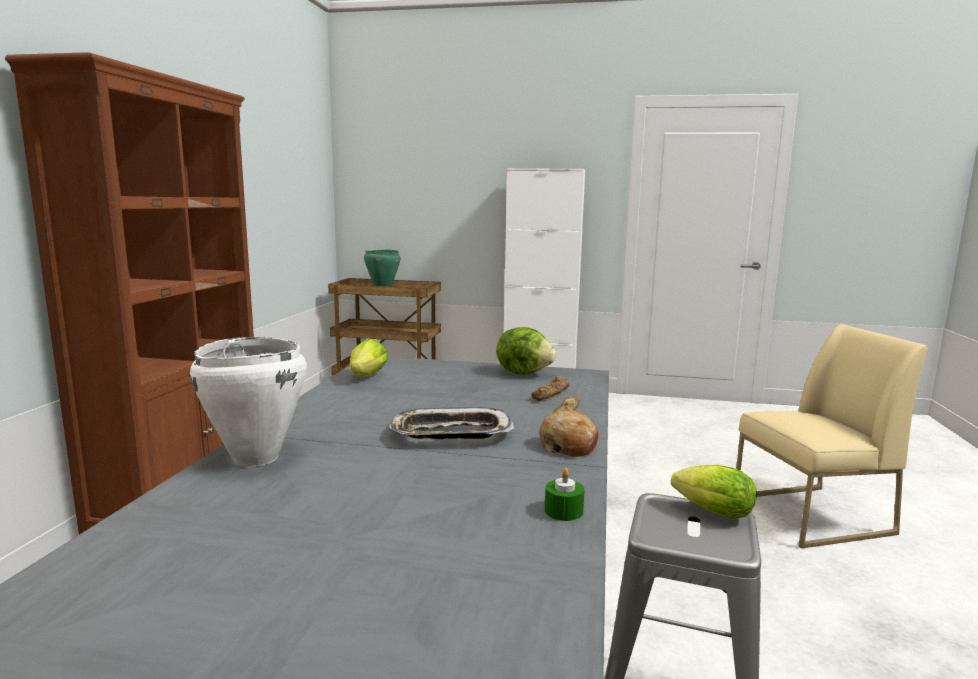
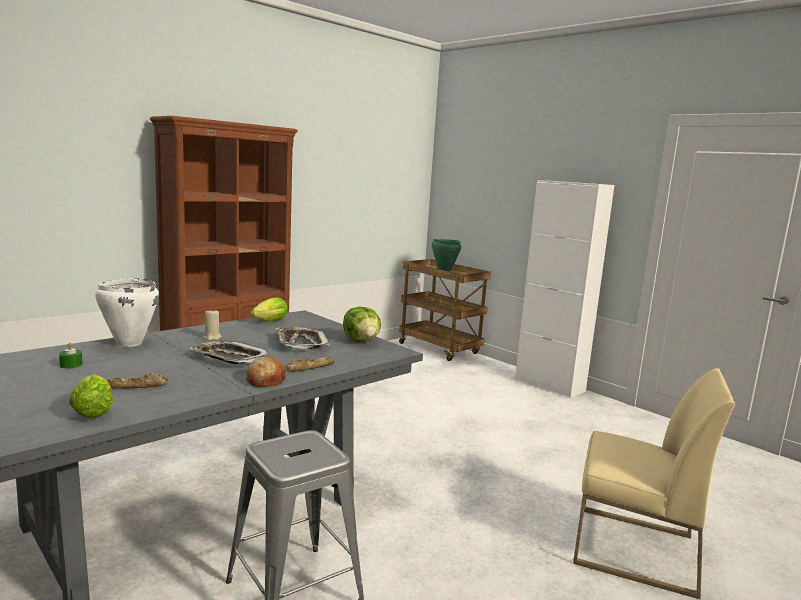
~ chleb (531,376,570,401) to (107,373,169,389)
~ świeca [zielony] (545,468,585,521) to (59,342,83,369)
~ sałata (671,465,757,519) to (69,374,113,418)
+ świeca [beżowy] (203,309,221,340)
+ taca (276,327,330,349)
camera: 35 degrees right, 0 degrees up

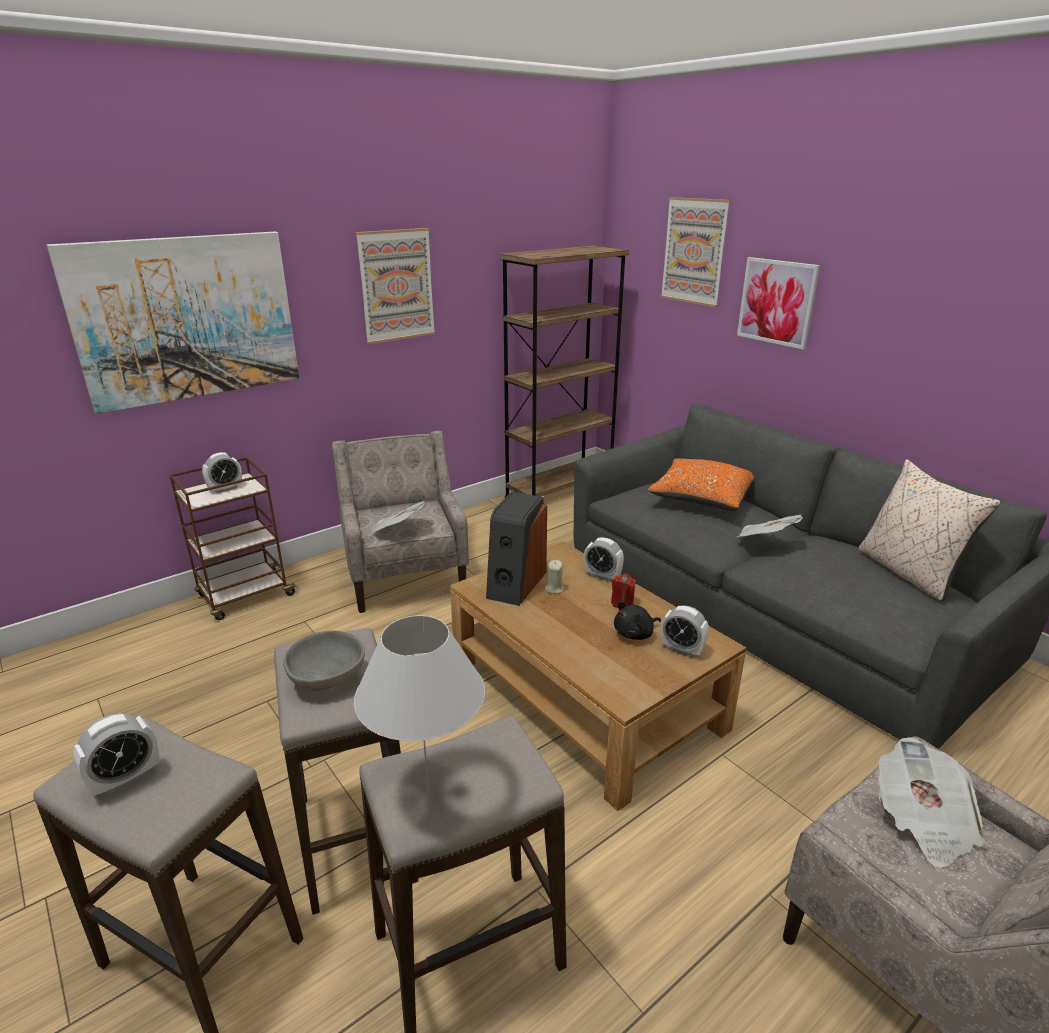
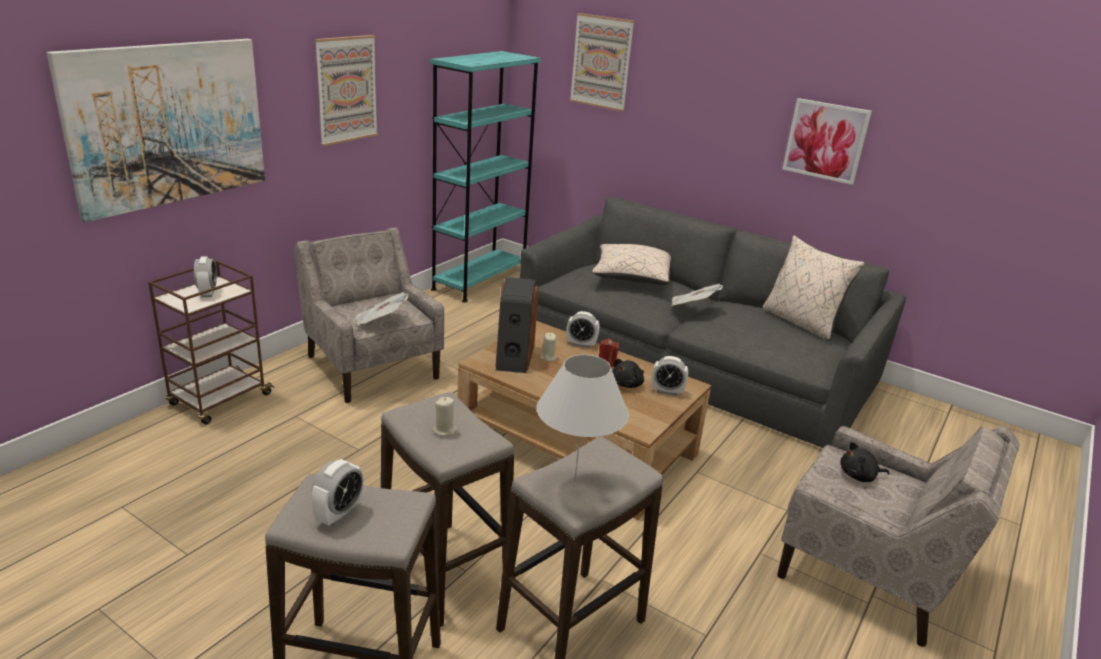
~ budzik (202,452,242,494) = (194,256,217,297) 45 degrees counterclockwise
~ miska [szary] (283,631,365,691) to świeca [beżowy] (433,397,458,436)
~ regał [brązowy] (499,246,629,497) to regał [turkusowy] (430,51,541,303)
~ poduszka [pomarańczowy] (648,458,754,511) to poduszka [beżowy] (592,244,671,285)
~ obraz (737,257,820,349) to (782,98,872,185)
~ gazeta (878,737,985,868) to pluszak [czarny] (840,442,889,482)
camera: 20 degrees left, 0 degrees up

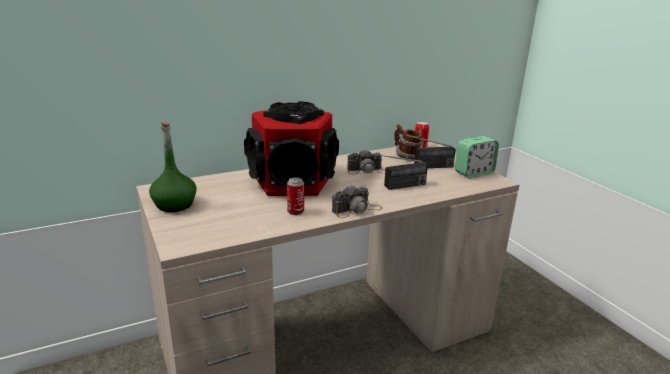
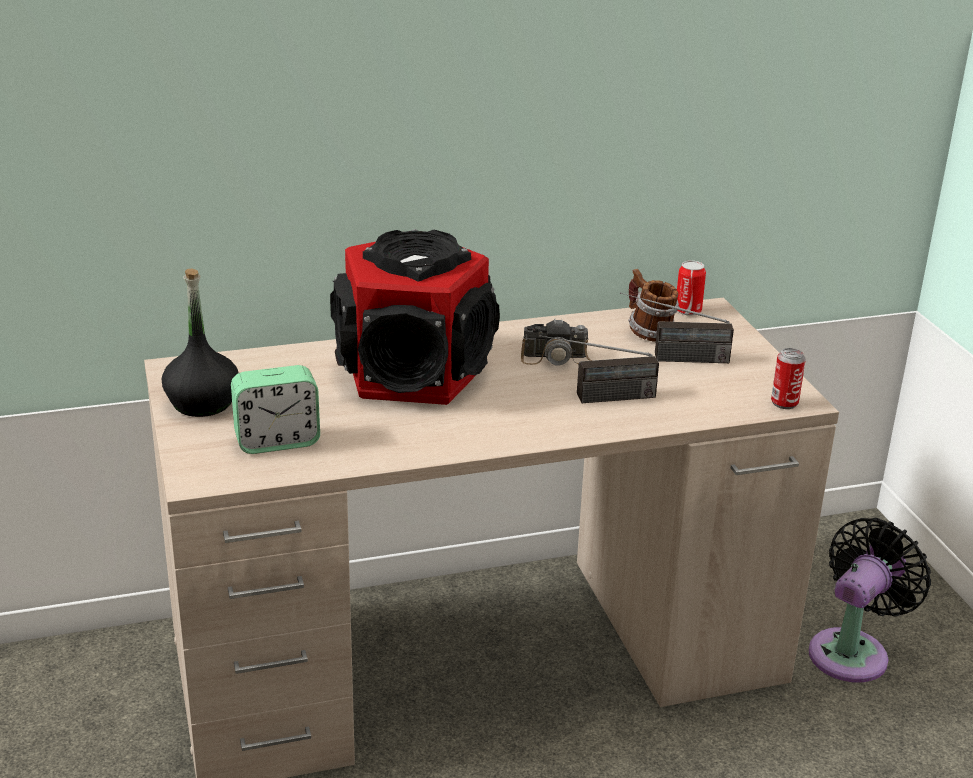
~ butelka [zielony] (149,122,197,212) to butelka [czarny] (162,268,238,417)
~ puszka (287,177,304,215) to (771,348,806,409)
- aparat fotograficzny (332,185,383,218)
~ budzik (455,136,499,178) to (231,365,320,454)
+ wentylator [czarny] (808,518,931,683)
camera: 10 degrees right, 5 degrees up

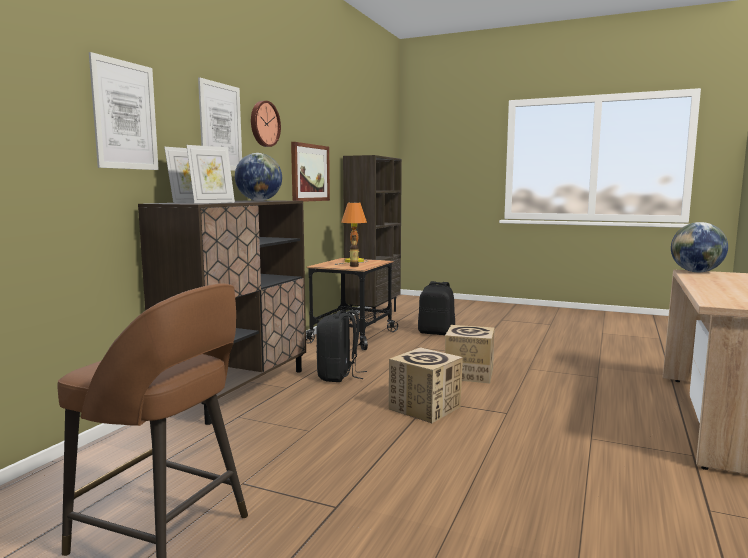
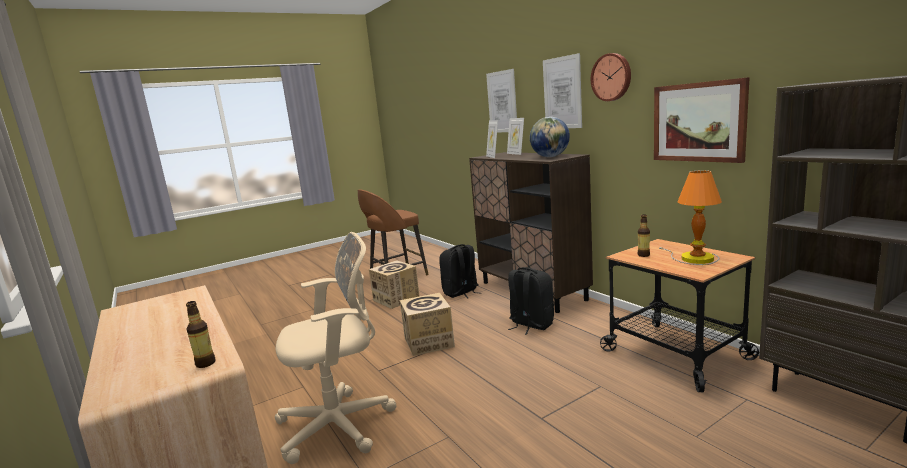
~ plecak [czarny] (418,281,455,335) to (439,244,481,299)
~ karton (445,325,495,383) to (369,260,419,309)
~ globus (671,222,728,272) to butelka (186,301,215,368)
+ krzesło biurowe [beżowy] (275,232,396,464)
camera: 125 degrees right, 5 degrees up

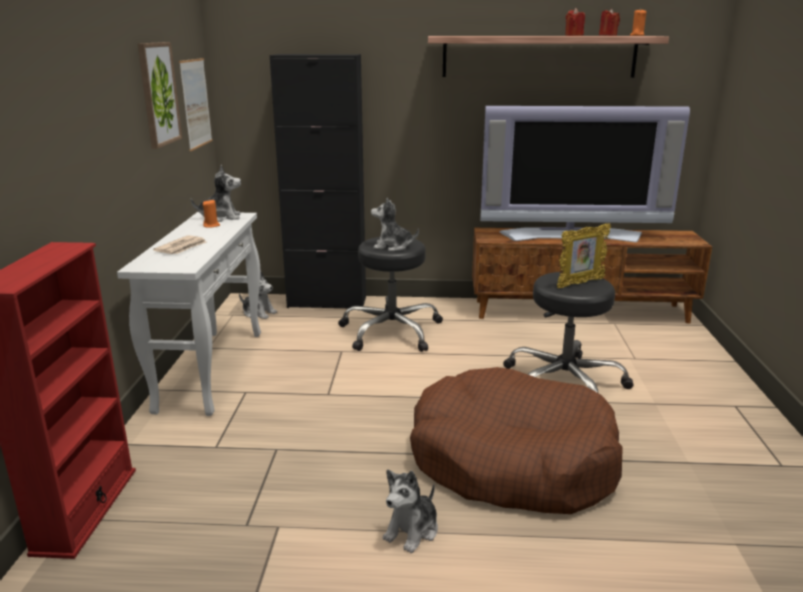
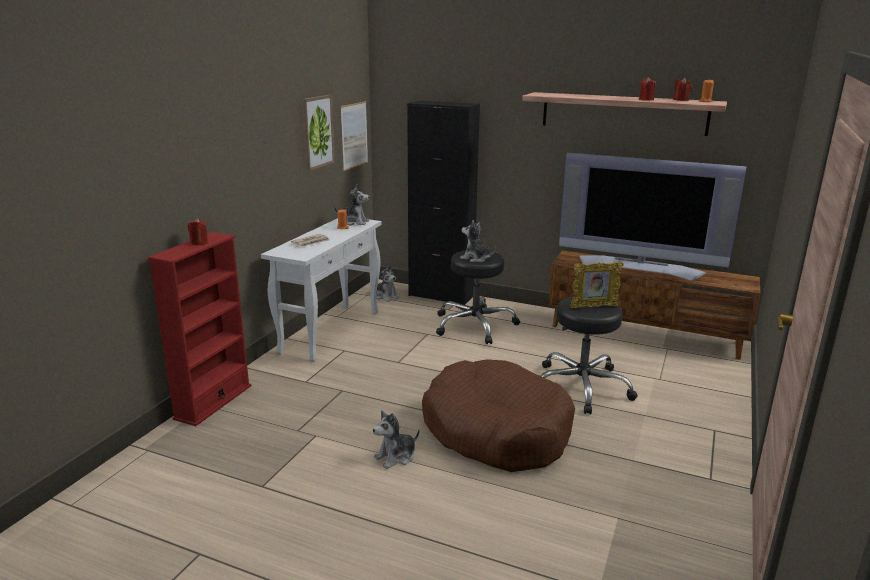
+ świeca [czerwony] (188,218,208,245)
camera: 20 degrees right, 0 degrees up

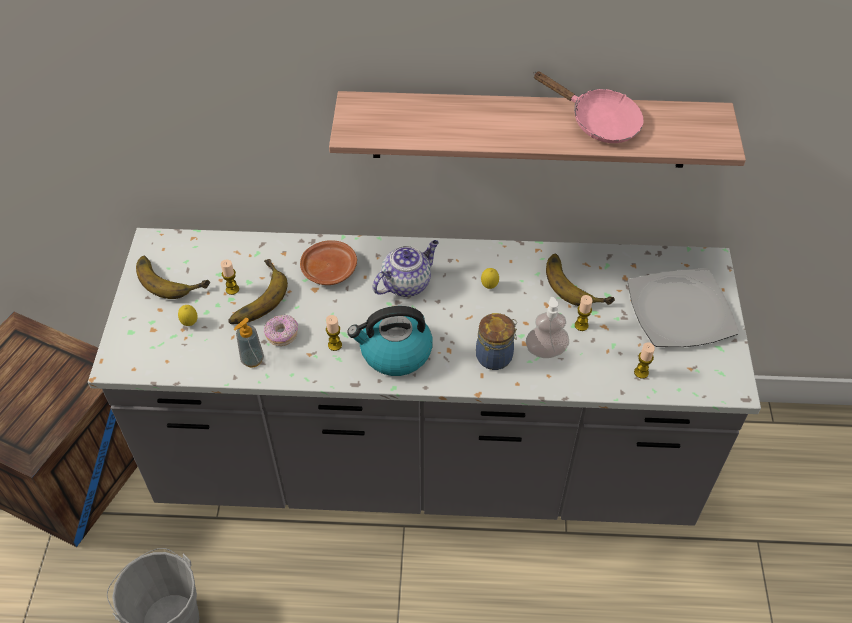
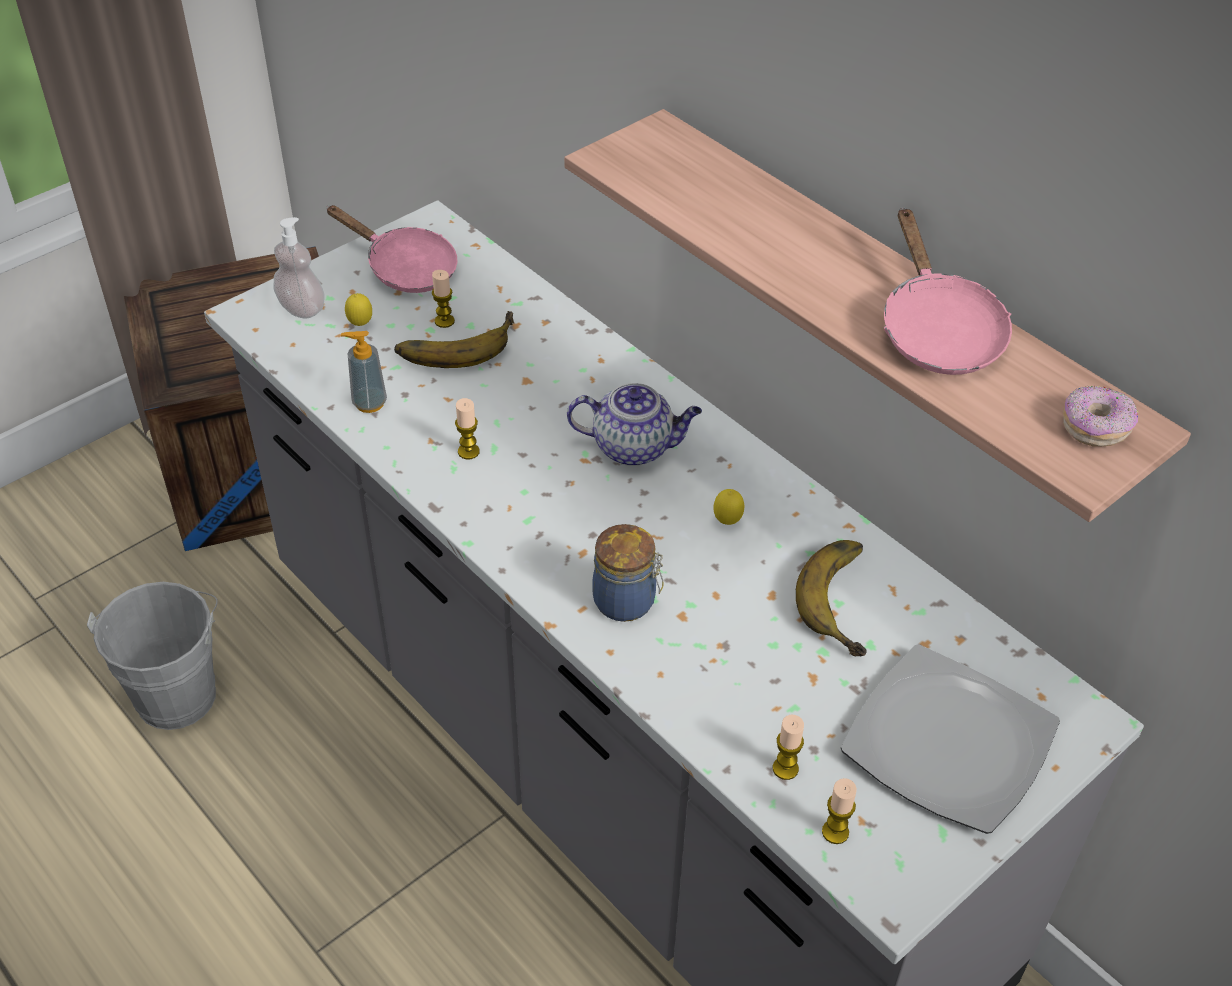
~ banan (136,256,210,299) to patelnia [różowy] (326,205,457,293)
~ donut (264,315,298,346) to (1063,386,1138,447)
- talerz [brązowy] (300,240,357,285)
- czajnik (347,306,433,376)
~ dozownik mydła (526,297,569,358) to (273,217,325,319)
~ świeca (575,295,593,331) to (822,778,857,844)
camera: 45 degrees right, 5 degrees down

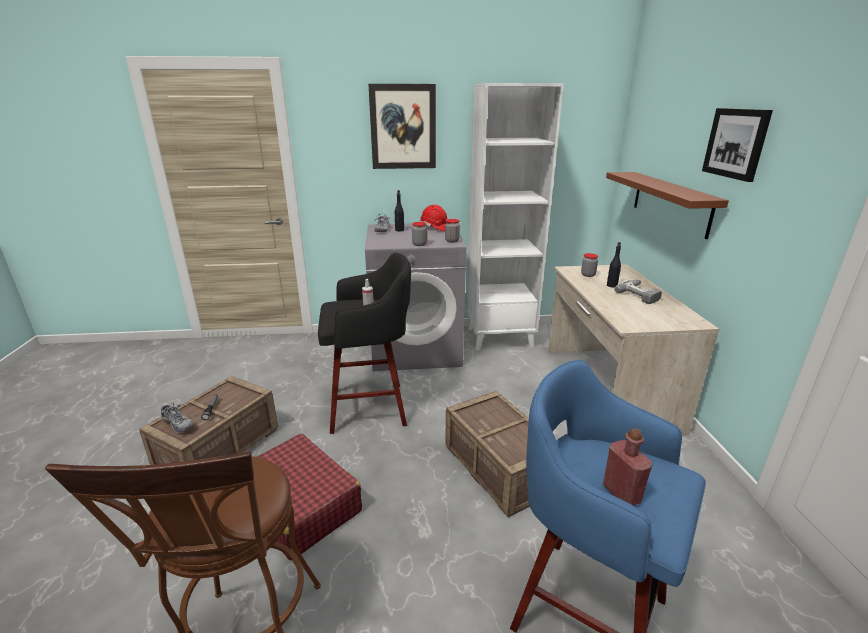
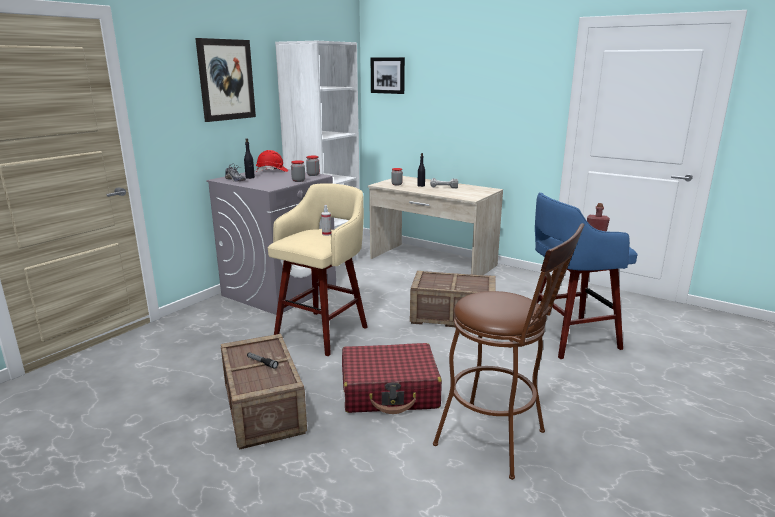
- but (161,403,194,433)
~ stołek [czarny] (318,253,411,434) to stołek [beżowy] (268,183,367,356)
- półka [brązowy] (606,172,729,239)
~ obraz (702,108,773,182) to (371,57,405,94)
camera: 50 degrees left, 5 degrees down

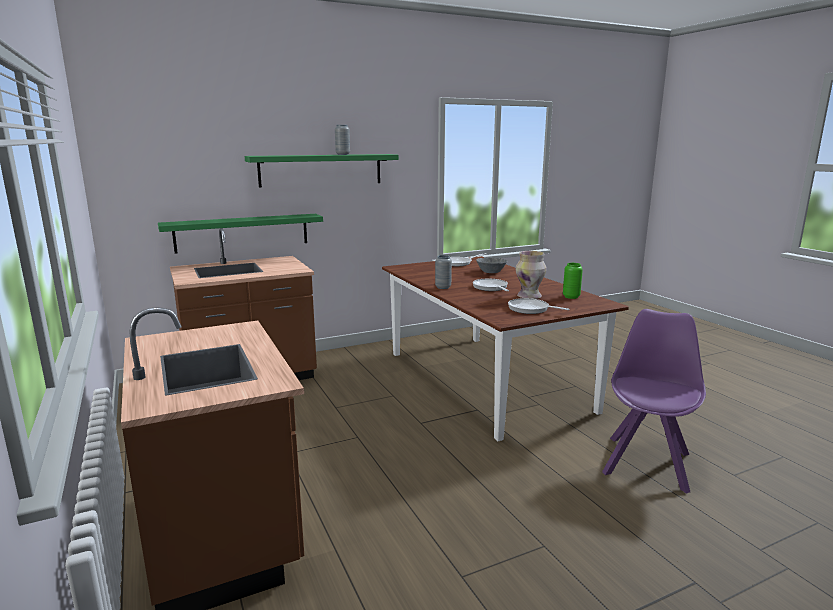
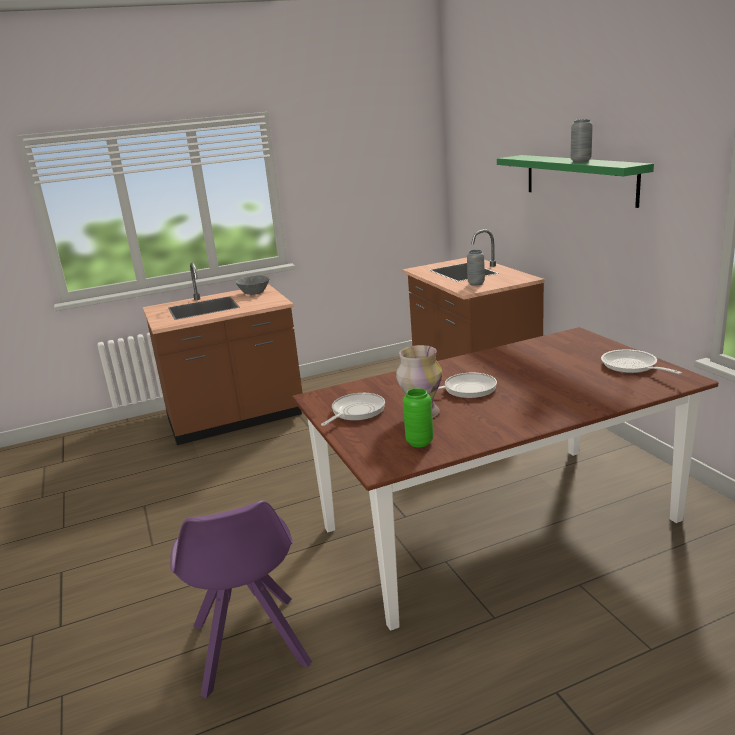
- półka [zielony] (158,214,323,254)
~ wazon [szary] (435,255,452,289) to (467,250,485,286)
~ miska [szary] (476,257,507,273) to (236,275,270,295)
~ krzesło [fioletowy] (602,309,706,494) = (170,500,312,699) 45 degrees clockwise
camera: 95 degrees right, 5 degrees up

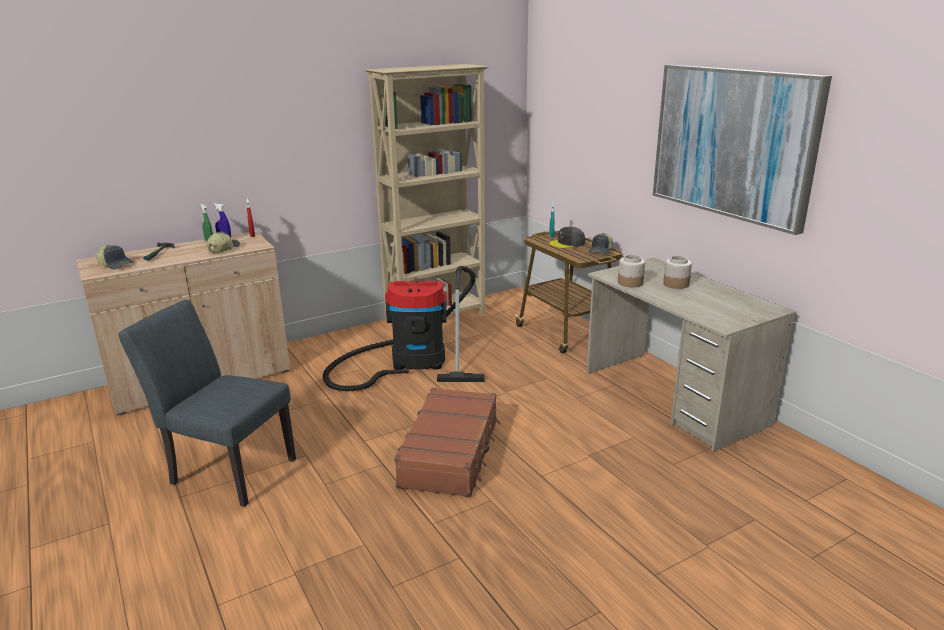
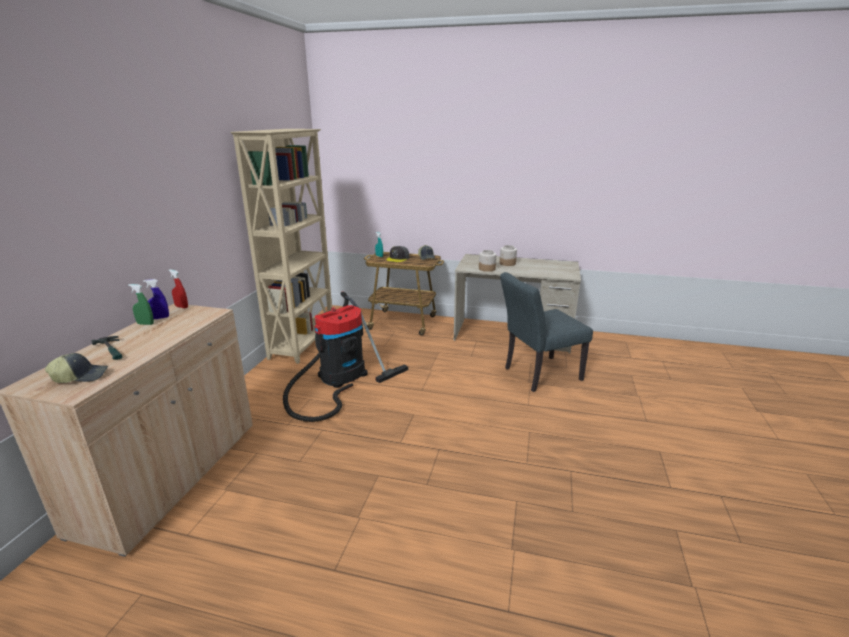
~ krzesło [szary] (118,300,296,507) to (500,272,593,392)
- czapka z daszkiem (207,232,240,253)
- walizka [brązowy] (394,387,500,497)
- obraz (653,65,832,235)
camera: 45 degrees left, 0 degrees up

